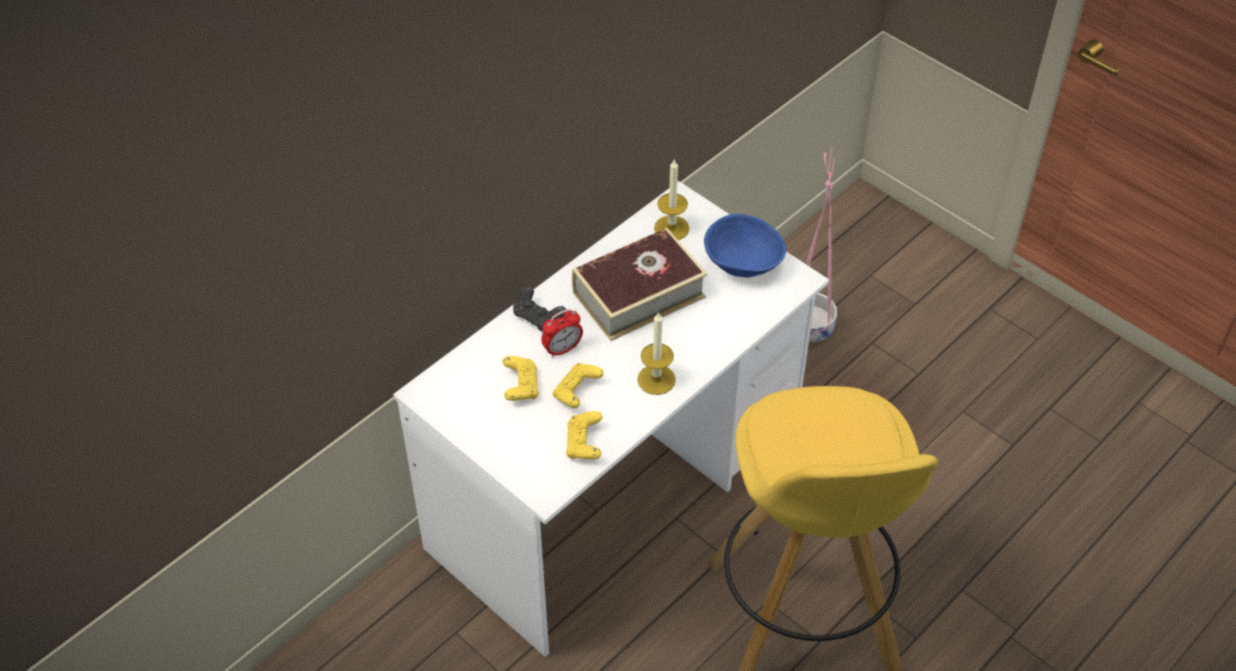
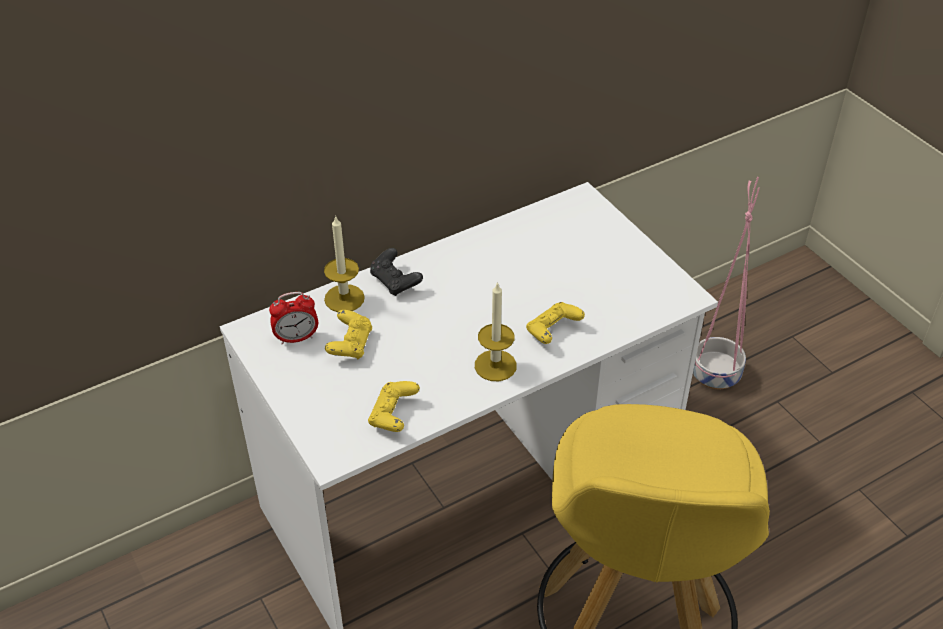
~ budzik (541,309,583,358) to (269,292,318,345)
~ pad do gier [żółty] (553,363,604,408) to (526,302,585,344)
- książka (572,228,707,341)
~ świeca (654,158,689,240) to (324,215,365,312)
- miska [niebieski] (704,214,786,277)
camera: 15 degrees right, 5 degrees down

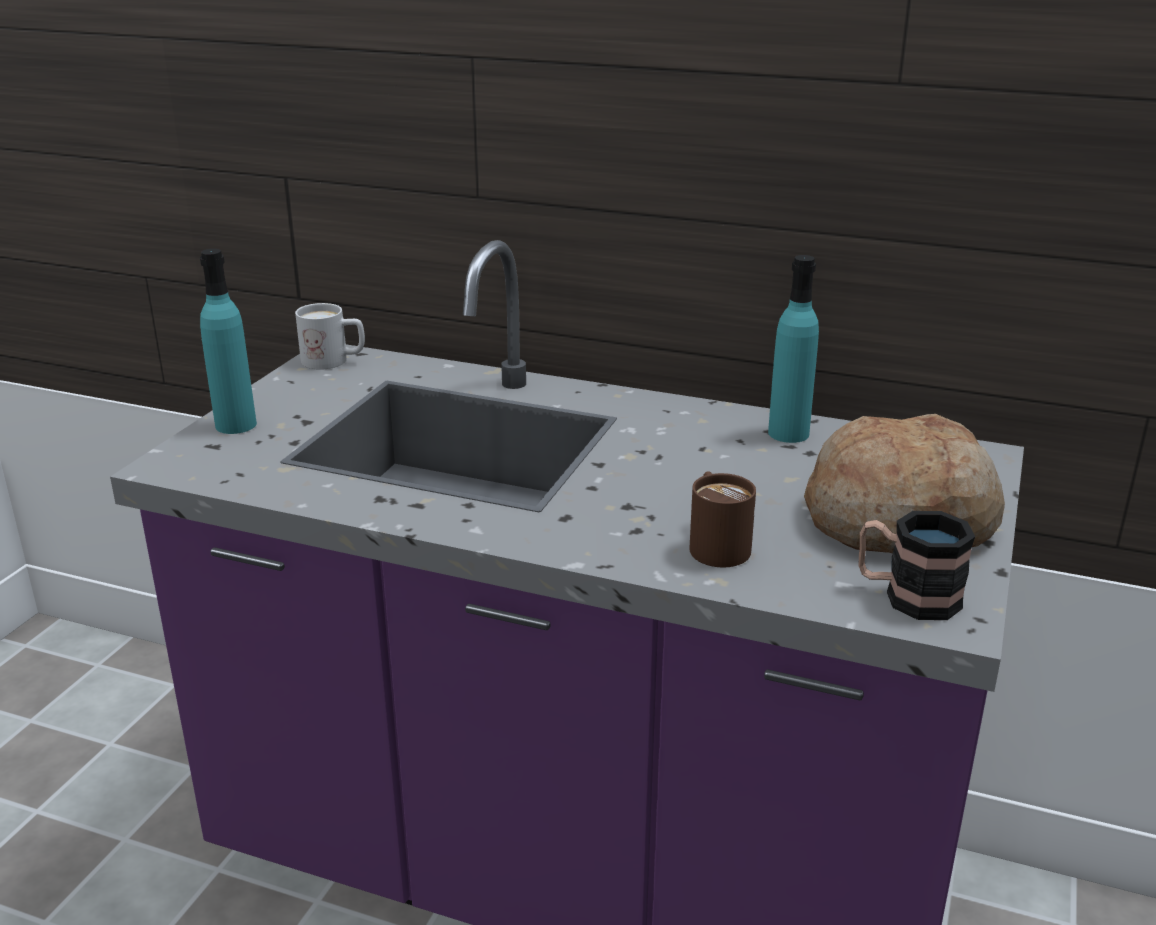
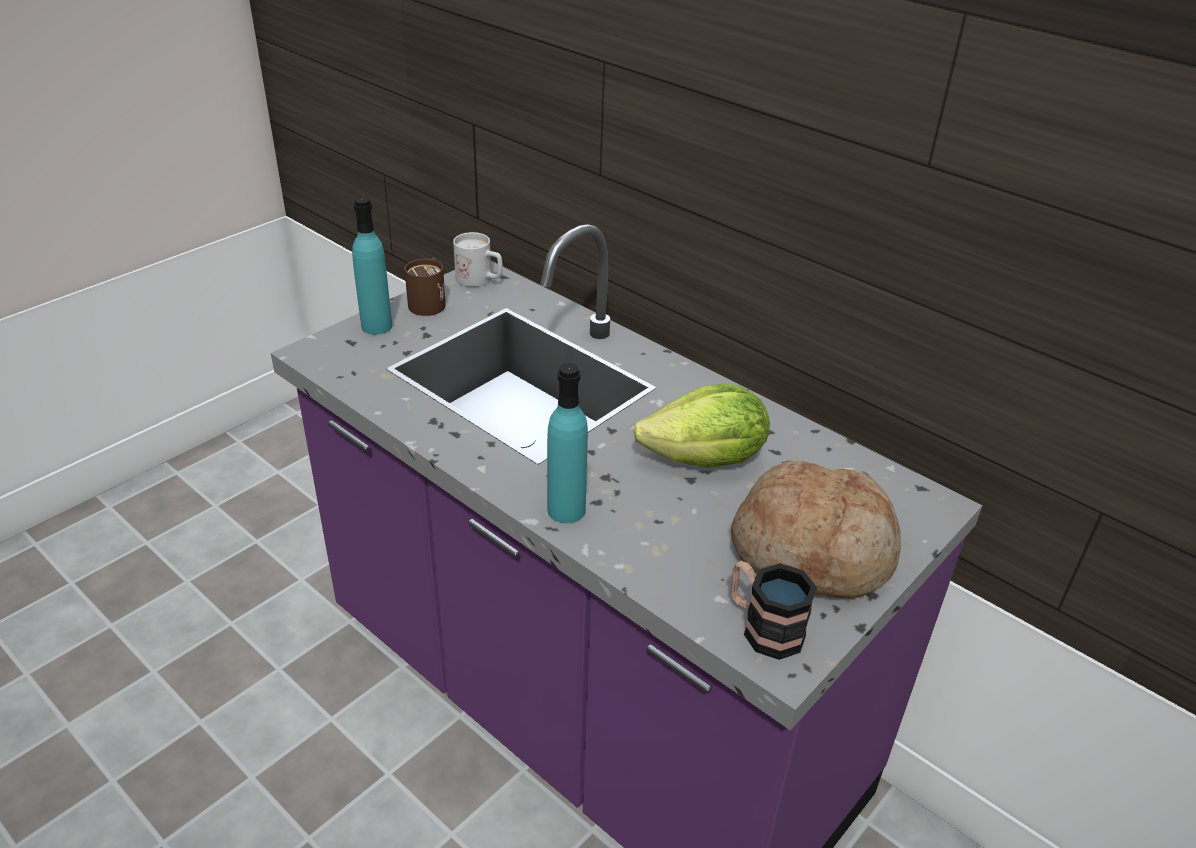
~ kubek [brązowy] (690,471,756,567) to (404,257,446,316)
~ butelka [turkusowy] (768,255,819,443) to (547,363,588,523)
+ sałata (633,384,770,468)
camera: 20 degrees right, 10 degrees up

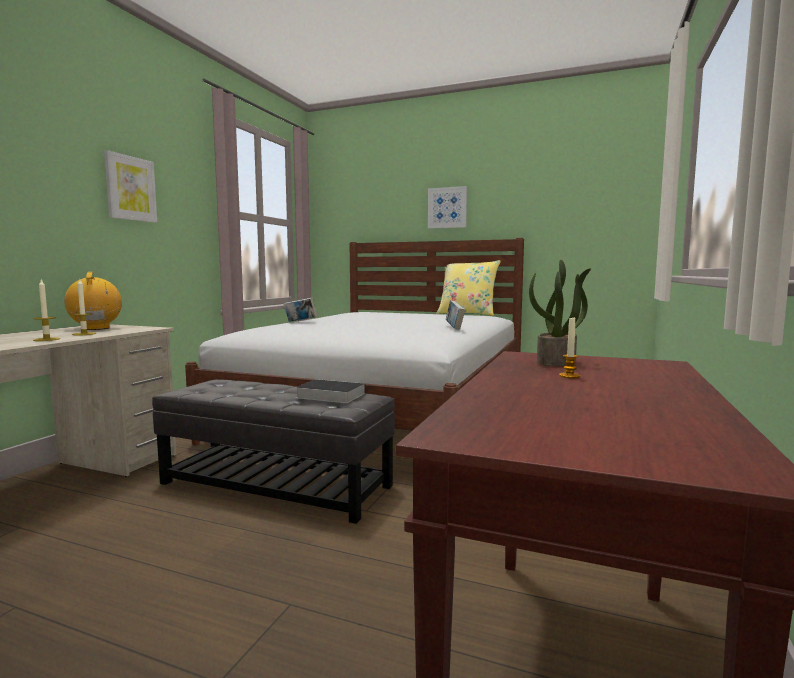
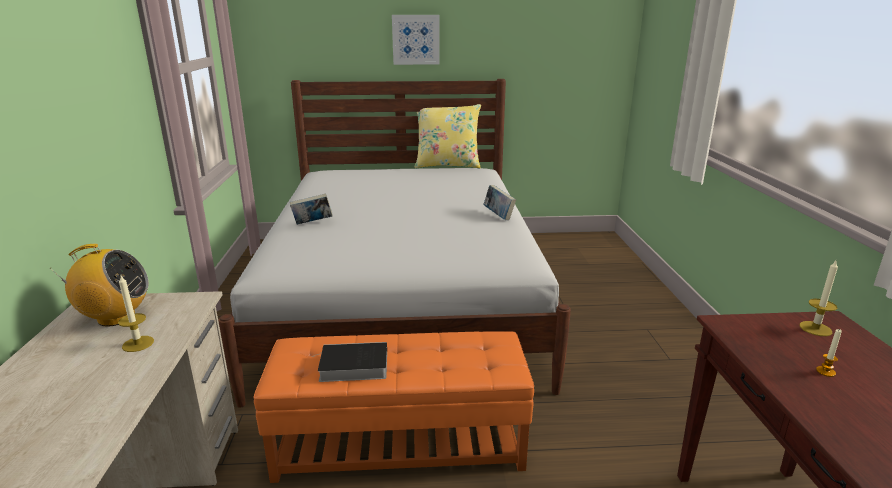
~ świeca (33,280,60,341) to (799,259,838,336)
~ radio (64,272,122,330) = (50,244,149,326) 135 degrees clockwise
- obraz (104,150,157,223)
~ pufa [czarny] (152,379,395,524) to pufa [pomarańczowy] (254,331,534,483)
~ książka (295,379,365,403) to (313,342,387,382)
- roślina doniczkowa (529,260,591,366)
camera: 25 degrees left, 15 degrees up

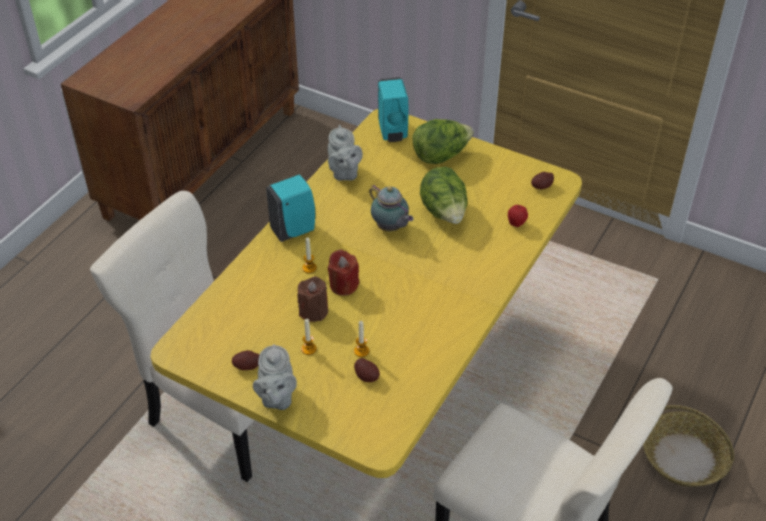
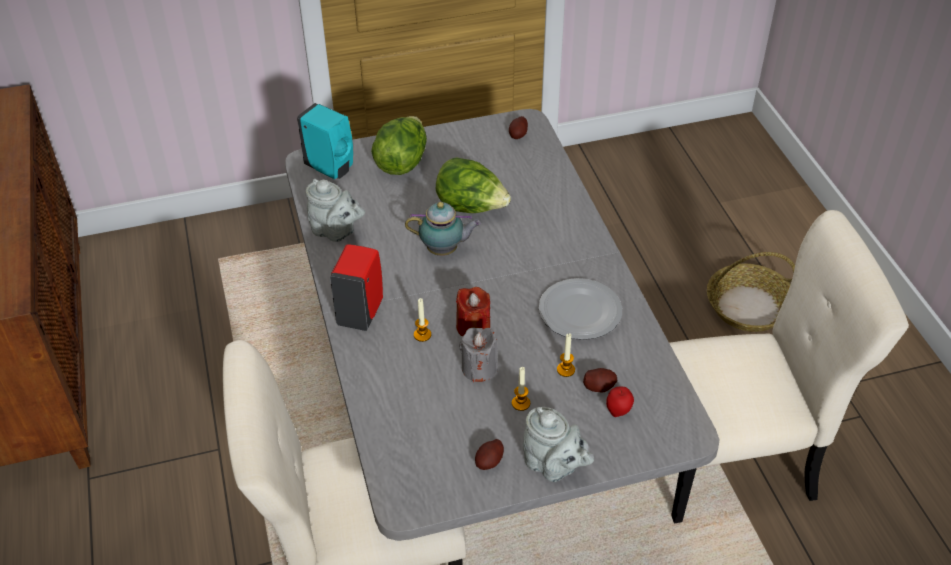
~ stół jadalny [żółty] (150,109,582,478) to stół jadalny [szary] (285,109,720,541)
~ dozownik mydła [turkusowy] (266,174,315,242) to dozownik mydła [czerwony] (330,244,383,331)
~ świeca [brązowy] (297,276,328,322) to świeca [szary] (459,327,498,382)
~ jabłko (508,205,528,227) to (606,387,634,417)
+ talerz (539,278,622,340)
camera: 45 degrees left, 0 degrees up

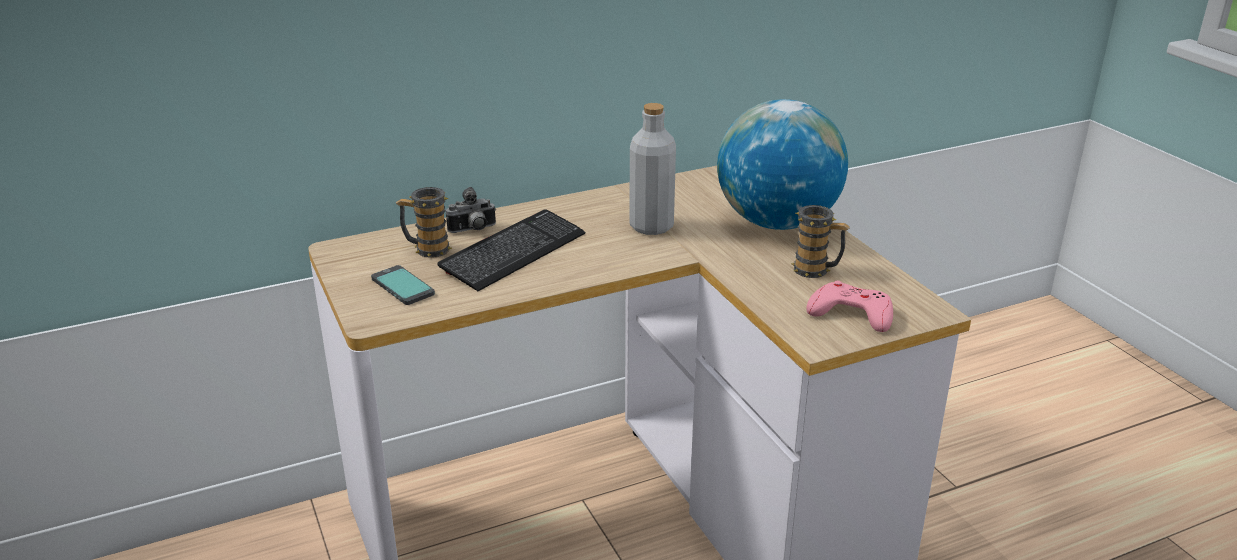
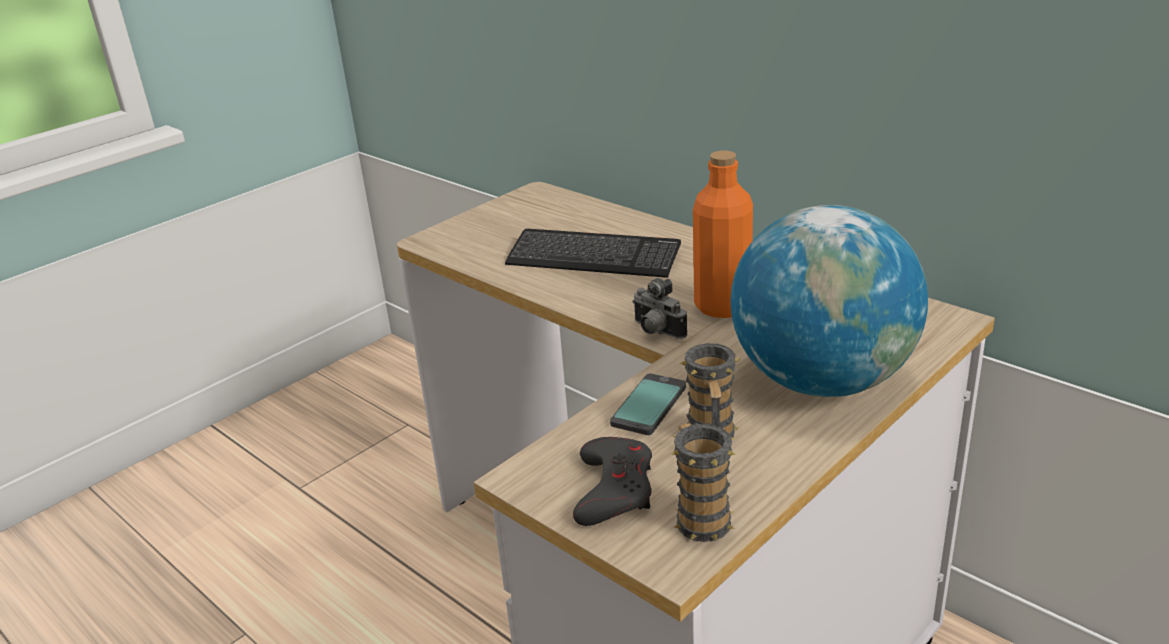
~ telefon (371,265,435,305) to (610,373,686,435)
~ kubek (396,187,452,258) to (671,423,736,542)
~ aparat fotograficzny (446,187,496,233) to (632,278,687,339)
~ butelka [szary] (629,103,676,235) to butelka [pomarańczowy] (693,151,753,318)
~ pad do gier [różowy] (806,281,893,332) to pad do gier [szary] (573,437,652,526)
camera: 70 degrees right, 0 degrees up

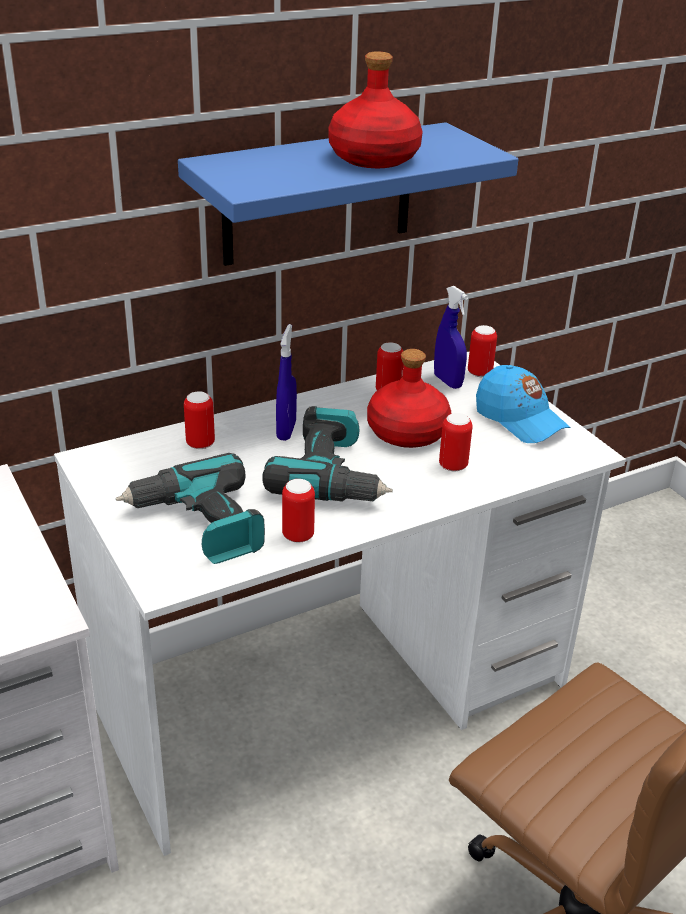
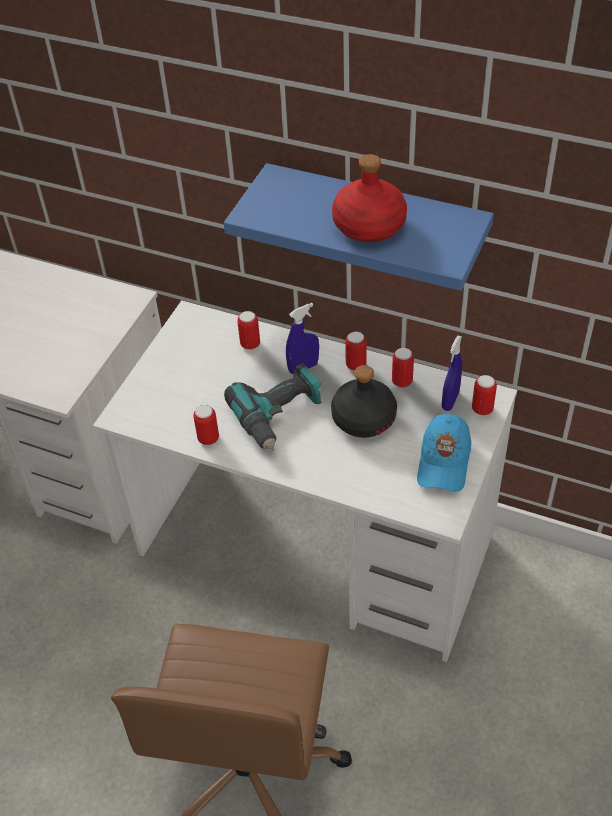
- wiertarka (116,453,265,564)
~ butelka [czerwony] (367,349,451,448) to butelka [czarny] (331,365,397,438)
~ puszka (439,413,473,471) to (345,332,367,371)
camera: 55 degrees right, 15 degrees up

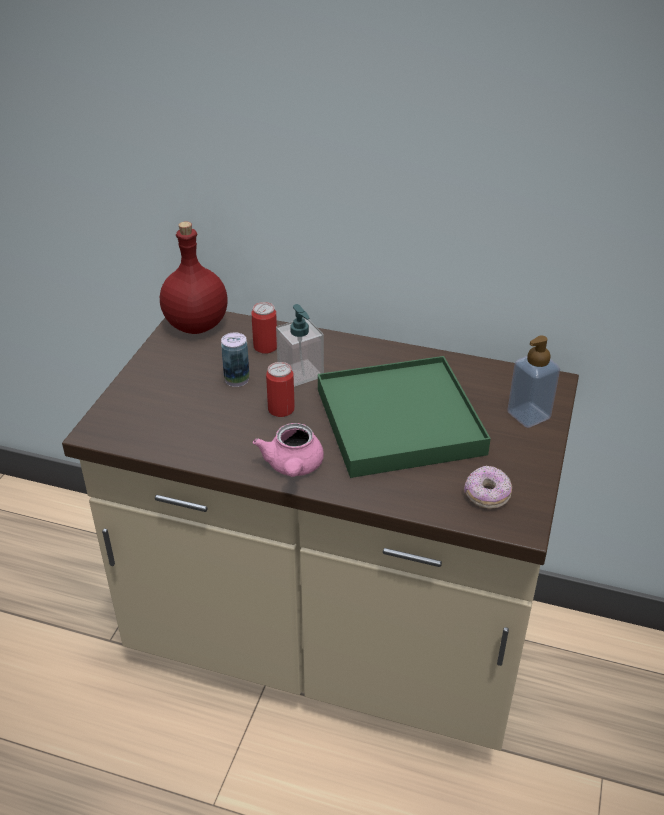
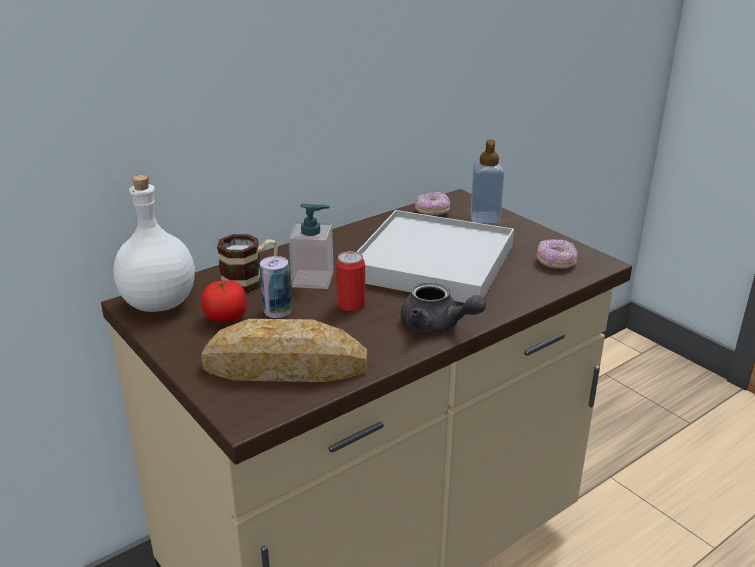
~ butelka [czerwony] (160,221,228,334) to butelka [biały] (113,175,195,312)
~ puszka (251,302,277,354) to kubek (217,234,278,294)
~ imbryk [różowy] (253,423,324,477) to imbryk [szary] (401,282,486,333)
~ taca [zielony] (318,356,491,478) to taca [biały] (357,210,514,303)
+ chleb (201,319,367,382)
+ pomidor (202,280,247,322)
+ donut (415,192,450,215)
camera: 55 degrees left, 10 degrees down

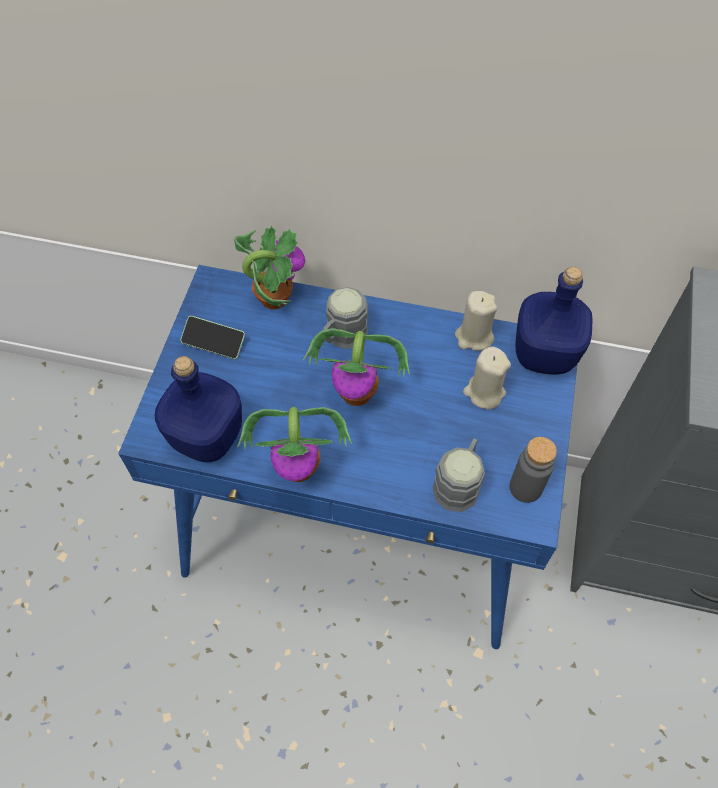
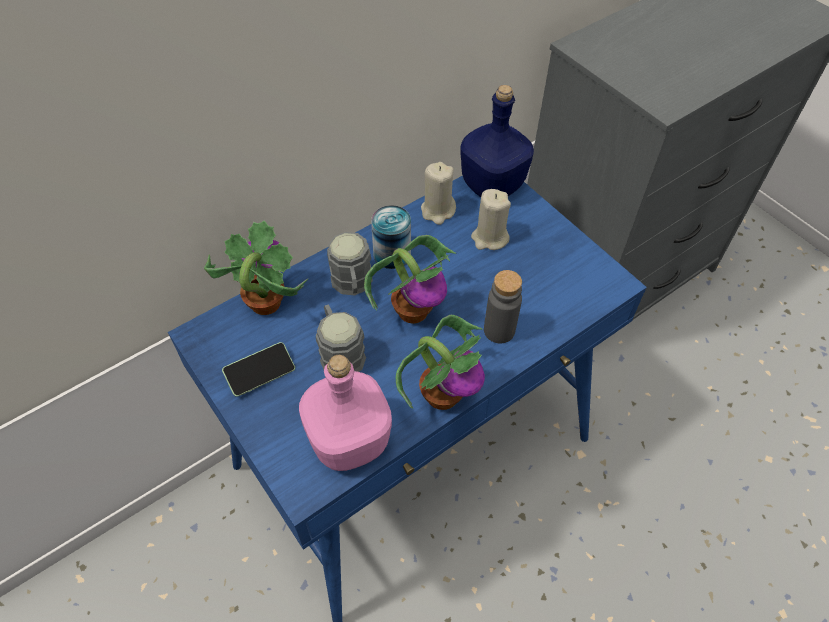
~ butelka [niebieski] (154,356,242,462) to butelka [różowy] (299,355,392,471)
~ kubek [szary] (432,438,485,512) to (316,304,366,372)
~ butelka [szary] (509,437,557,503) to (484,270,522,343)
+ puszka (371,205,411,269)
camera: 50 degrees left, 5 degrees down

